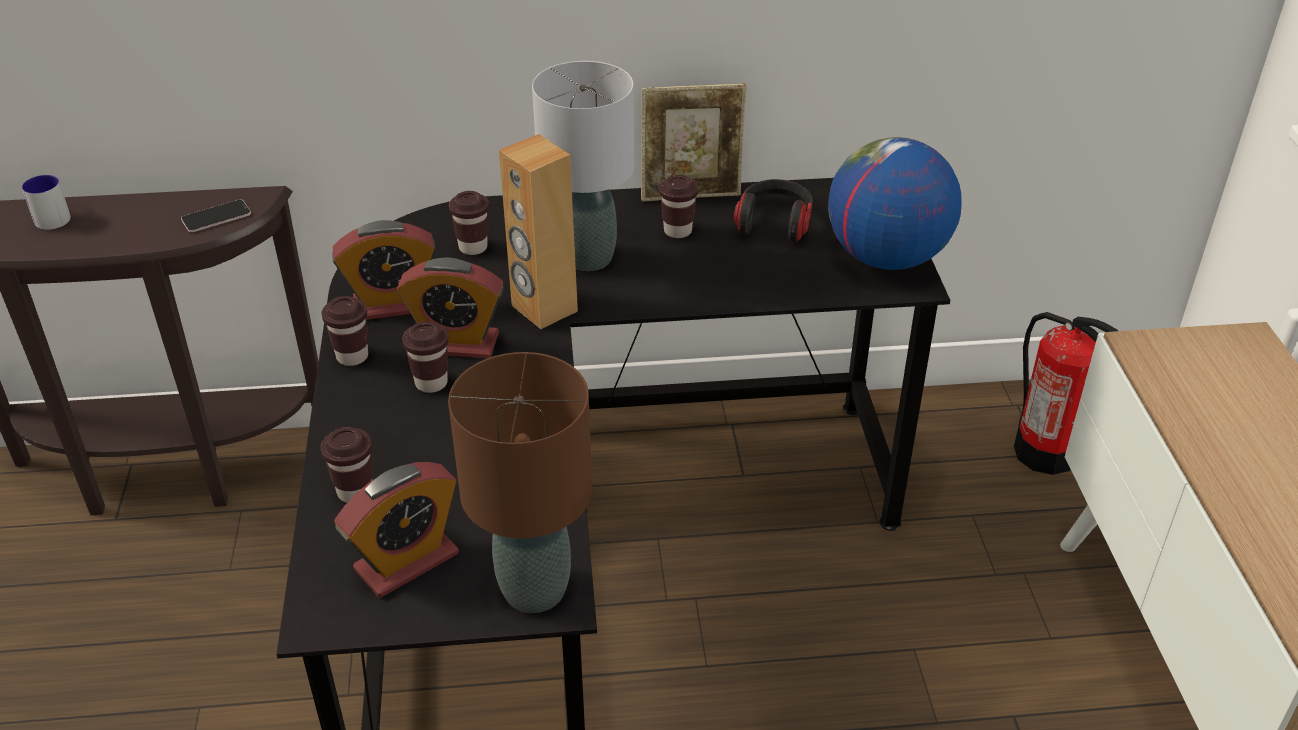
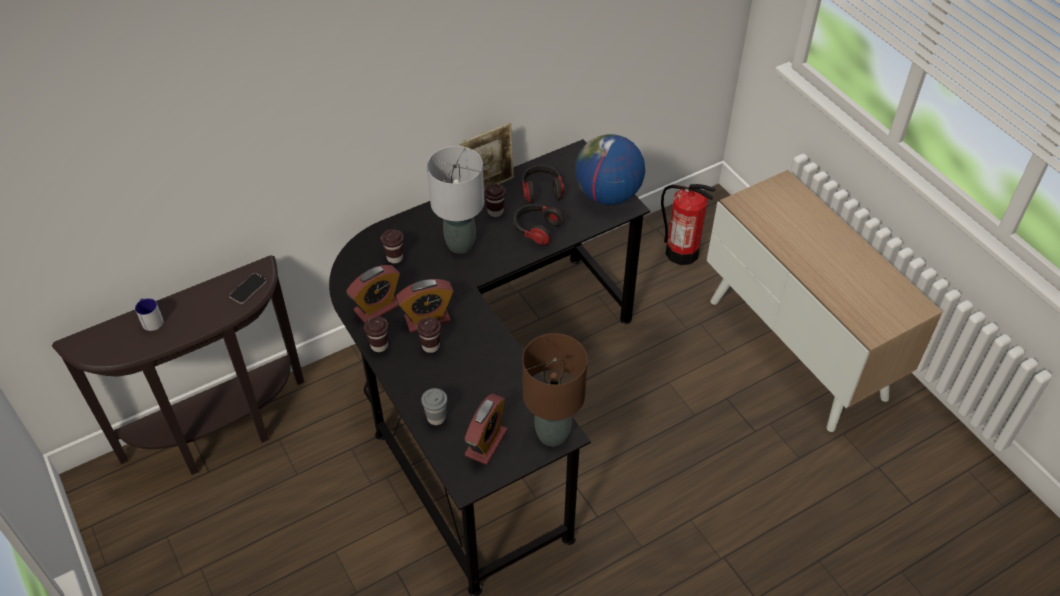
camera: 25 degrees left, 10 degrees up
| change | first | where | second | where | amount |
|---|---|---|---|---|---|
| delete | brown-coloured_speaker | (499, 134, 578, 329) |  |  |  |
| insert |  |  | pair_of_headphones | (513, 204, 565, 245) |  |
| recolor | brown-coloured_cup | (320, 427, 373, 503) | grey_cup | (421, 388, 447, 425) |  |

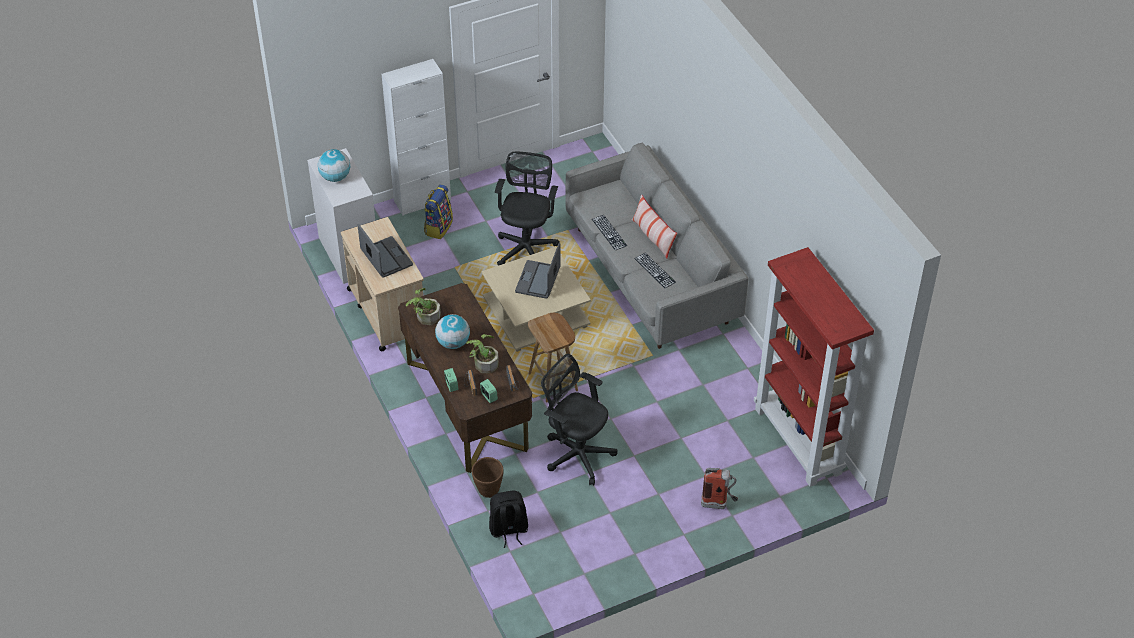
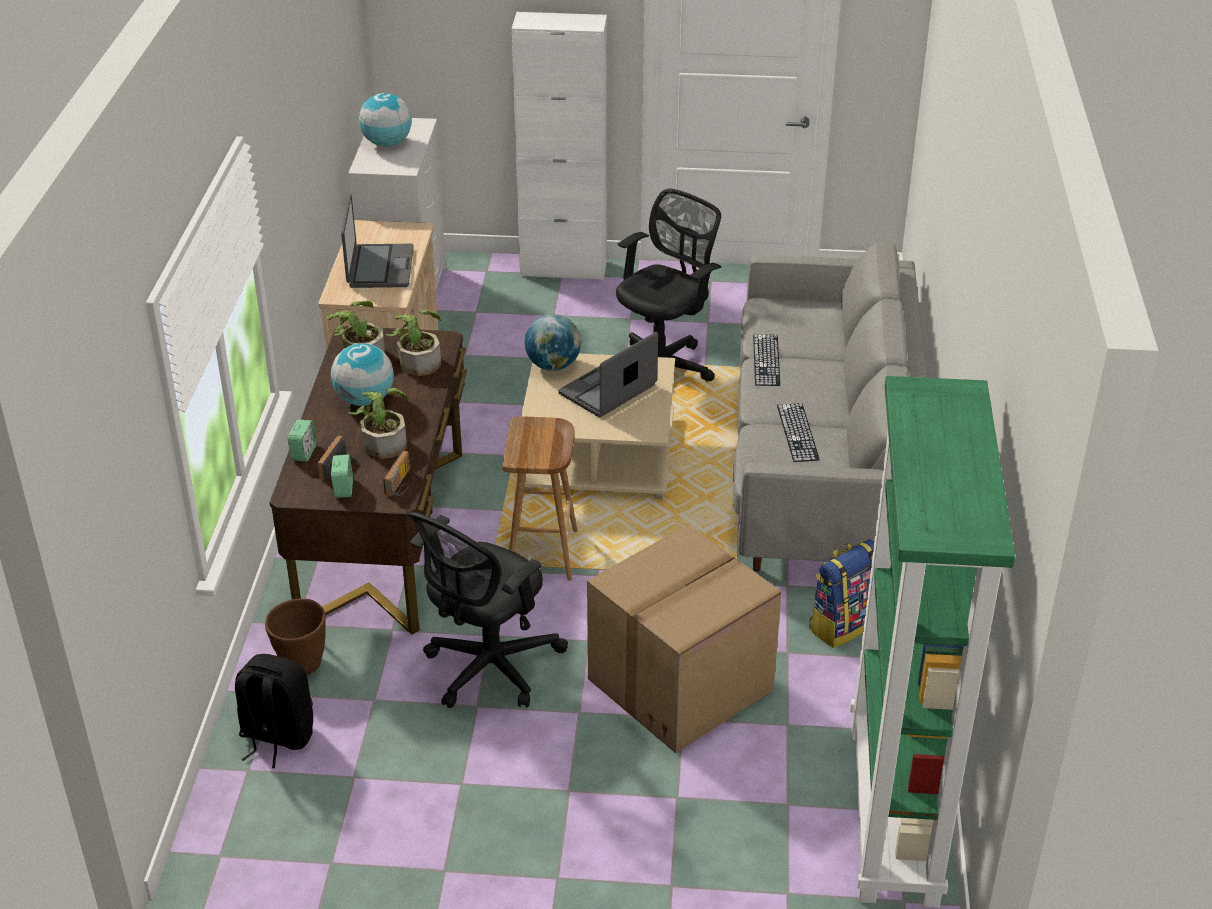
camera: 30 degrees right, 10 degrees down
| change | first | where | second | where | amount |
|---|---|---|---|---|---|
| delete | pillow | (632, 195, 677, 258) |  |  |  |
| delete | extinguisher | (701, 468, 738, 509) |  |  |  |
| insert |  |  | houseplant | (385, 310, 441, 376) |  |
| insert |  |  | globe | (525, 314, 581, 371) |  |
| insert |  |  | cardboard_box | (587, 524, 782, 753) |  |
| move | knapsack | (424, 185, 453, 239) |  | (810, 539, 874, 648) |  |
| recolor | reddish_shelving_unit | (754, 247, 874, 487) | green-coloured_shelving_unit | (850, 376, 1015, 908) |  |
| rotate | blackish_computer_chair | (541, 354, 618, 486) |  | (407, 512, 568, 708) | 120 degrees counterclockwise |

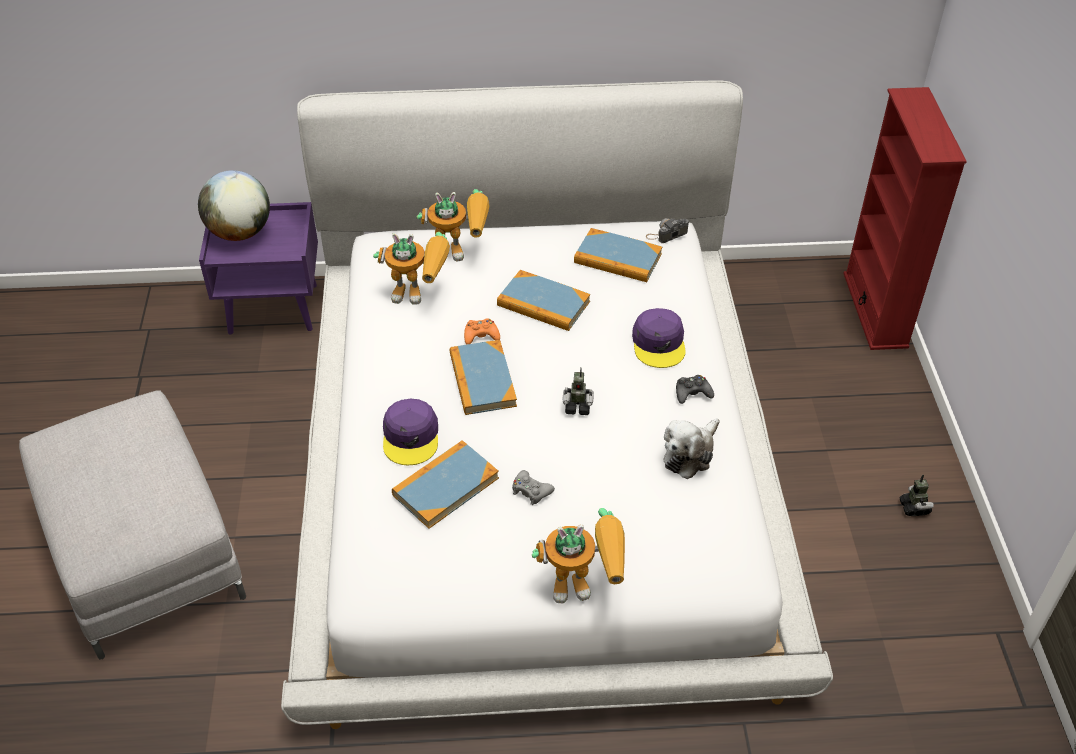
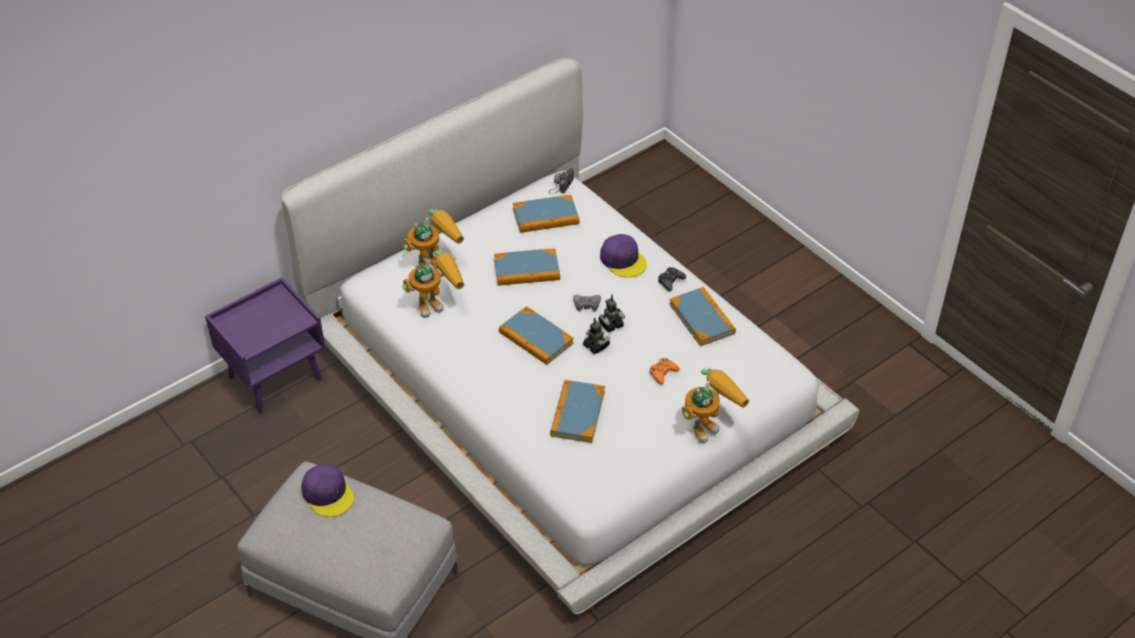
camera: 35 degrees left, 0 degrees up
| change | first | where | second | where | amount |
|---|---|---|---|---|---|
| delete | globe | (198, 170, 270, 241) |  |  |  |
| delete | reddish_shelving_unit | (843, 87, 967, 350) |  |  |  |
| move | purplish_peaked_cap | (383, 399, 438, 465) |  | (301, 464, 354, 517) |  |
| move | orangey_joypad | (464, 319, 500, 345) |  | (650, 358, 680, 385) |  |
| move | grey_joypad | (512, 470, 555, 505) |  | (573, 295, 601, 312) |  |
| move | robot_figure | (899, 475, 934, 516) |  | (583, 318, 611, 354) |  |
| replace | cuddly_toy | (664, 418, 720, 479) | bound_book | (669, 287, 736, 346) |  |

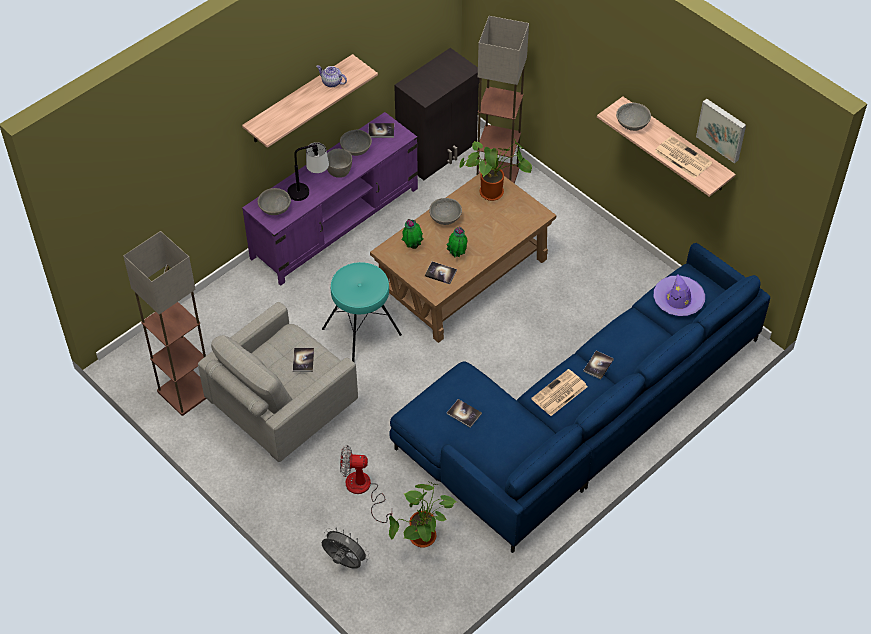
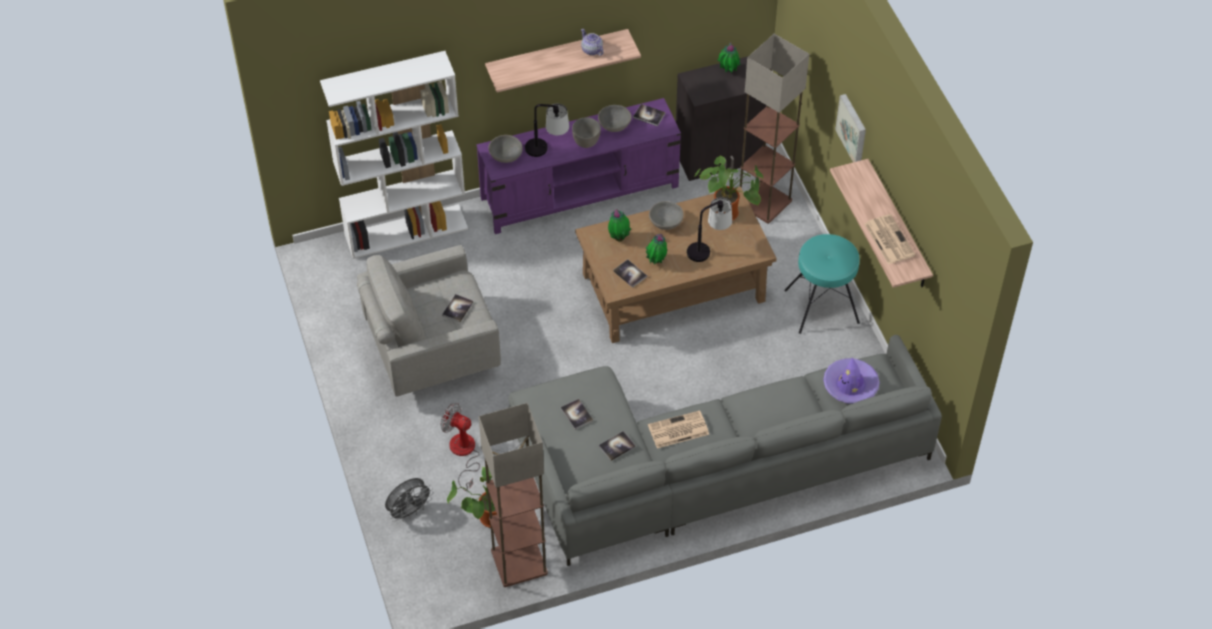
camera: 25 degrees right, 0 degrees up
| change | first | where | second | where | amount |
|---|---|---|---|---|---|
| delete | grey_serving_bowl | (616, 103, 651, 131) |  |  |  |
| insert |  |  | white-coloured_shelving_unit | (320, 51, 468, 259) |  |
| insert |  |  | tabletop_lamp | (687, 197, 732, 262) |  |
| insert |  |  | houseplant | (718, 42, 741, 73) |  |
| move | standing_lamp | (123, 231, 206, 416) |  | (479, 403, 548, 587) |  |
| move | turquoise-coloured_sitting_stool | (322, 262, 402, 363) |  | (784, 234, 860, 334) |  |
| move | bound_book | (583, 351, 614, 379) |  | (599, 431, 635, 461) |  |
| move | picture | (696, 99, 746, 164) |  | (835, 94, 866, 162) |  |
| recolor | bluish_settee | (389, 243, 770, 553) | grey_settee | (508, 335, 942, 566) |  |
| rotate | grey_electric_fan | (321, 527, 370, 569) |  | (385, 478, 433, 522) | 90 degrees clockwise |

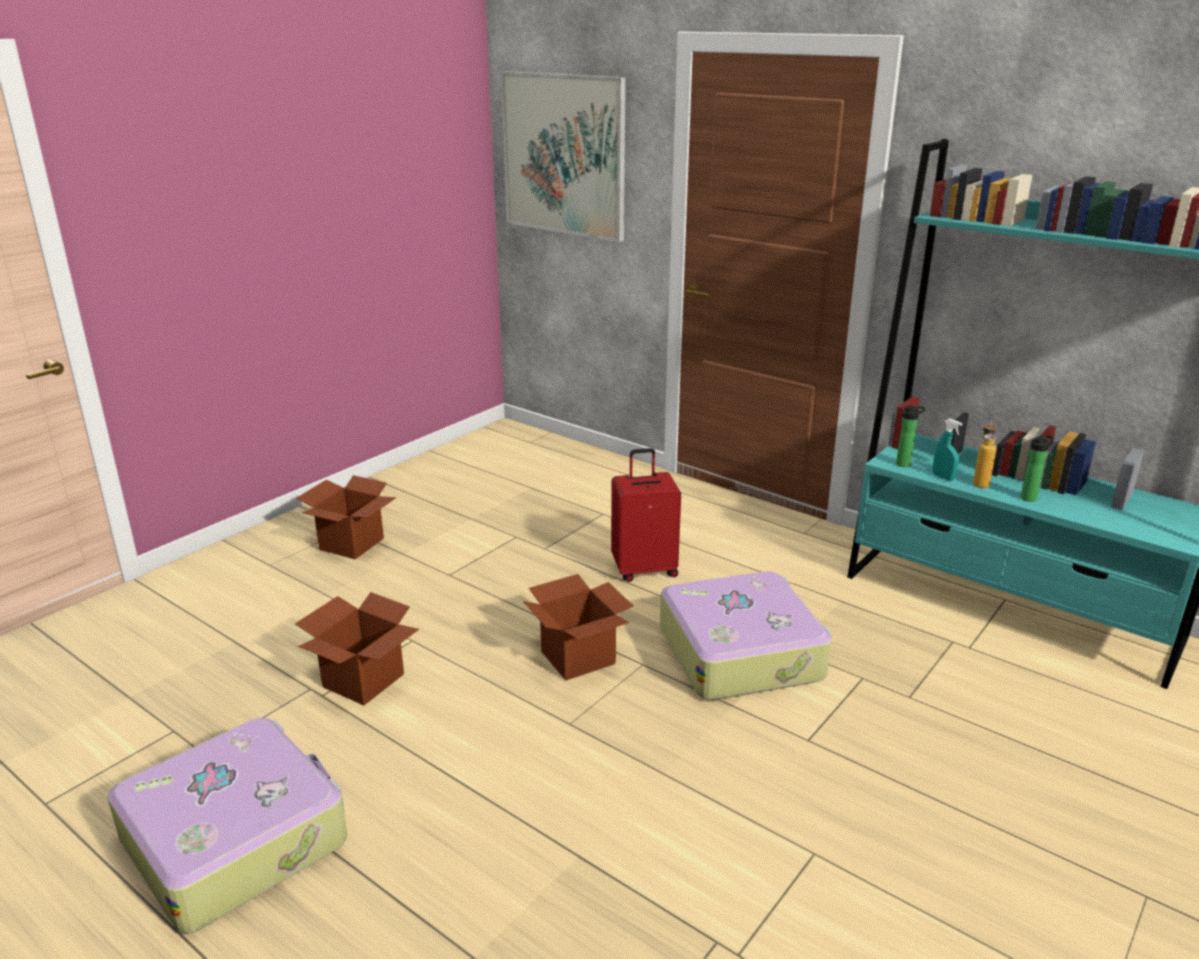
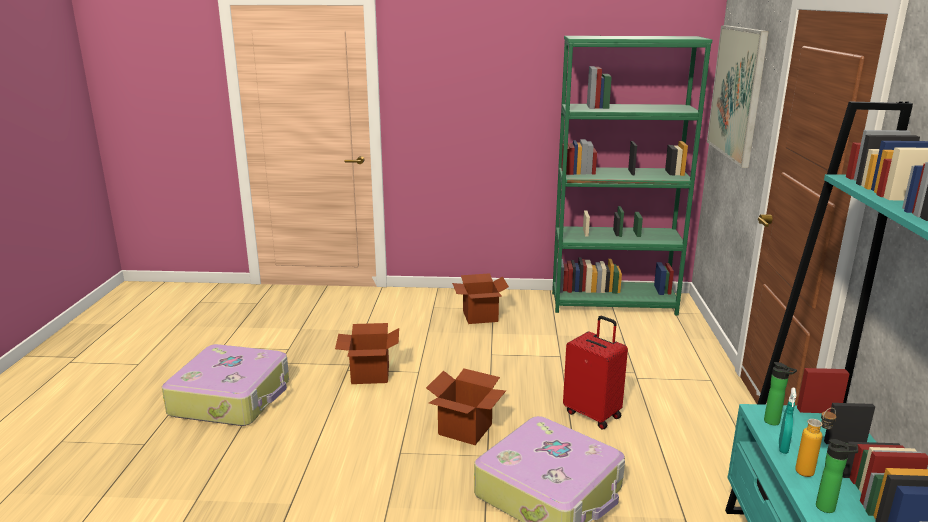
camera: 55 degrees right, 5 degrees down
| change | first | where | second | where | amount |
|---|---|---|---|---|---|
| insert |  |  | green-coloured_shelving_unit | (552, 36, 713, 316) |  |

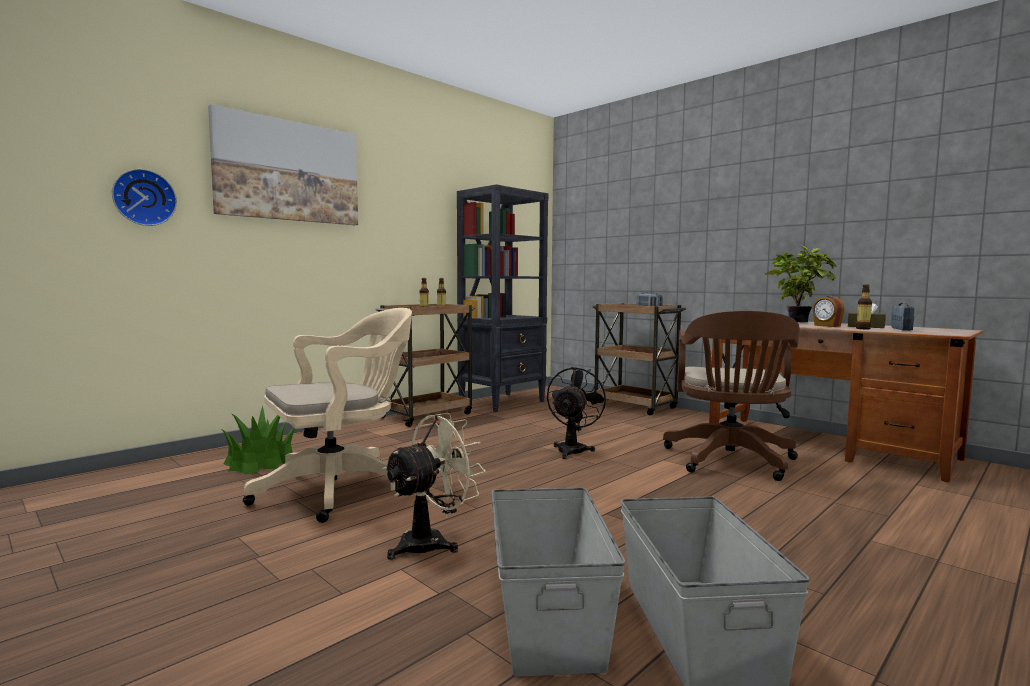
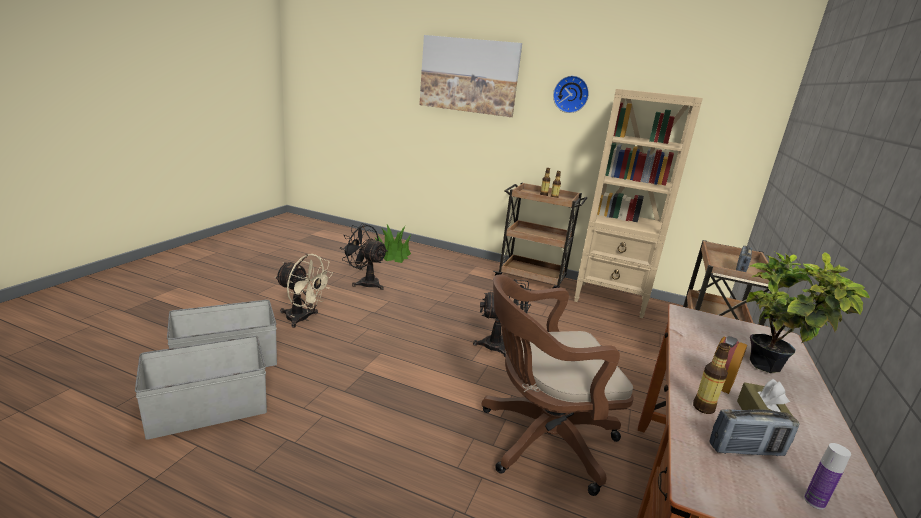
camera: 65 degrees right, 15 degrees up
| change | first | where | second | where | amount |
|---|---|---|---|---|---|
| insert |  |  | beverage_bottle | (804, 443, 851, 510) |  |
| move | hanging_clock | (112, 169, 177, 226) |  | (553, 76, 589, 113) |  |
| replace | beige-coloured_computer_chair | (243, 308, 412, 523) | blackish_electric_fan | (340, 223, 388, 290) |  |
| recolor | blackish_shelving_unit | (457, 184, 549, 413) | beige-coloured_shelving_unit | (574, 89, 703, 318) |  |

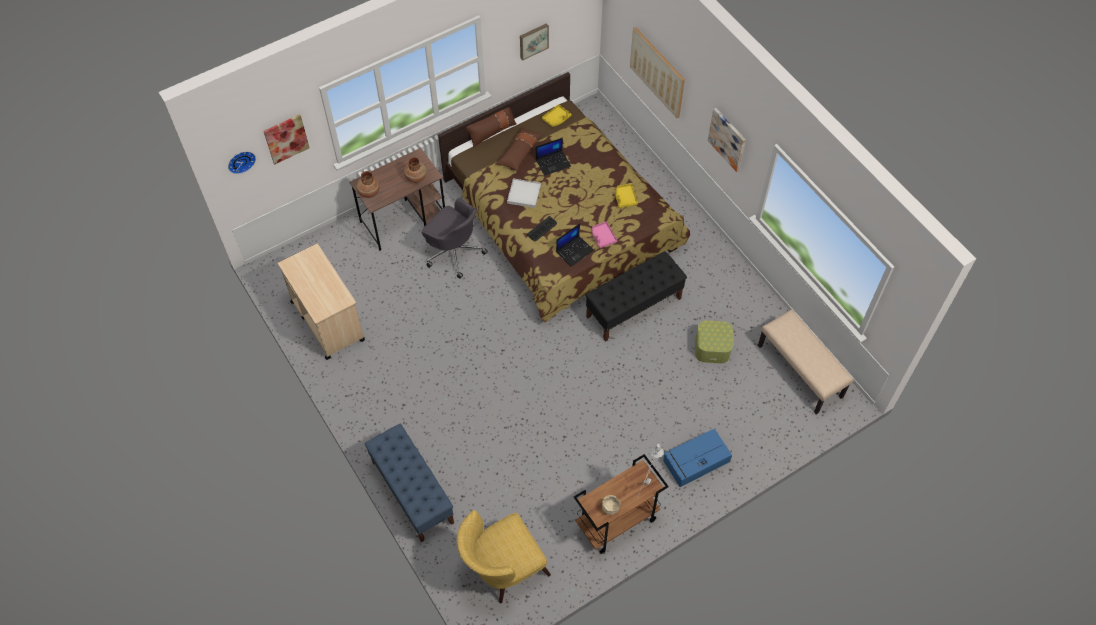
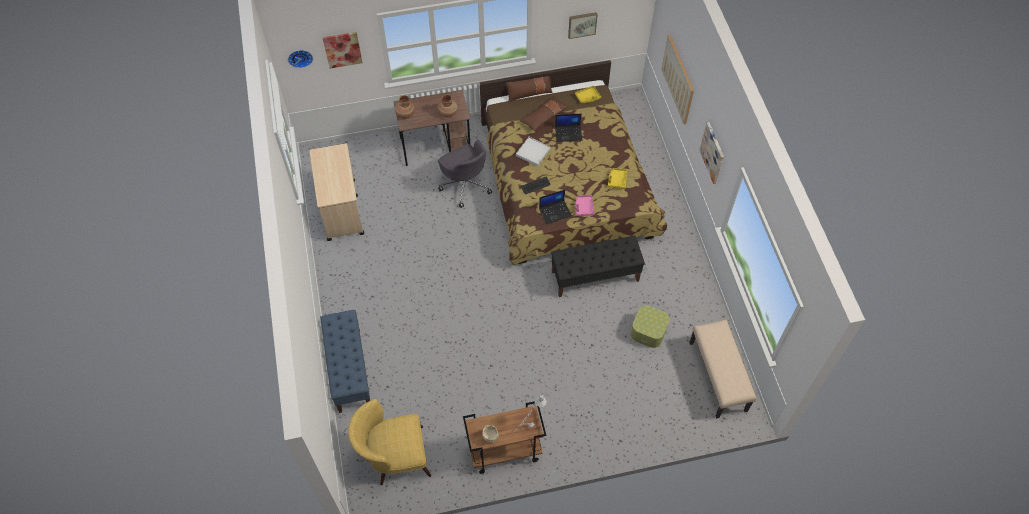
camera: 20 degrees right, 0 degrees up
| change | first | where | second | where | amount |
|---|---|---|---|---|---|
| delete | bluish_storage_container | (663, 429, 732, 487) |  |  |  |

